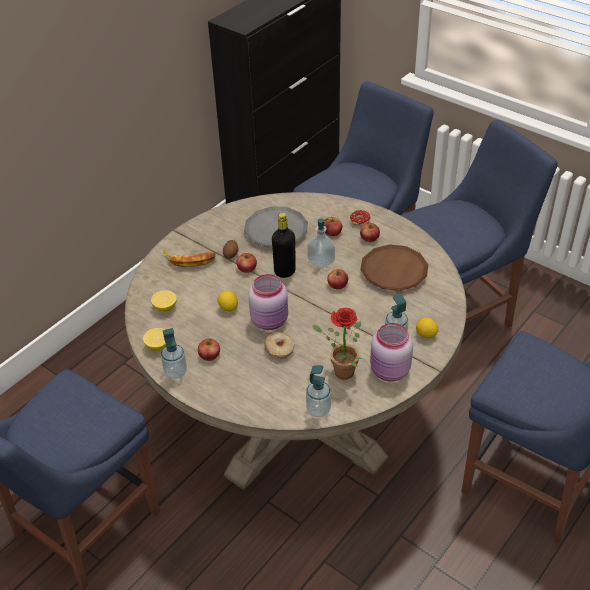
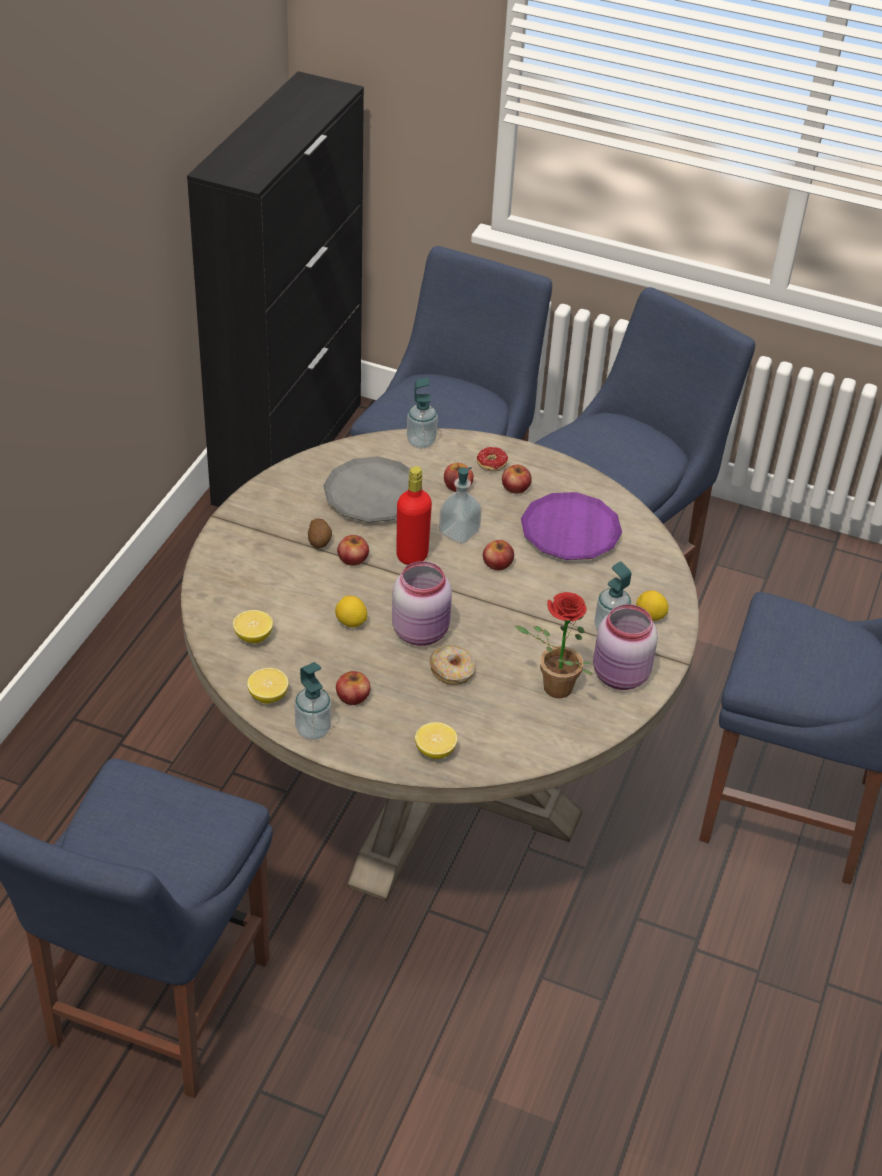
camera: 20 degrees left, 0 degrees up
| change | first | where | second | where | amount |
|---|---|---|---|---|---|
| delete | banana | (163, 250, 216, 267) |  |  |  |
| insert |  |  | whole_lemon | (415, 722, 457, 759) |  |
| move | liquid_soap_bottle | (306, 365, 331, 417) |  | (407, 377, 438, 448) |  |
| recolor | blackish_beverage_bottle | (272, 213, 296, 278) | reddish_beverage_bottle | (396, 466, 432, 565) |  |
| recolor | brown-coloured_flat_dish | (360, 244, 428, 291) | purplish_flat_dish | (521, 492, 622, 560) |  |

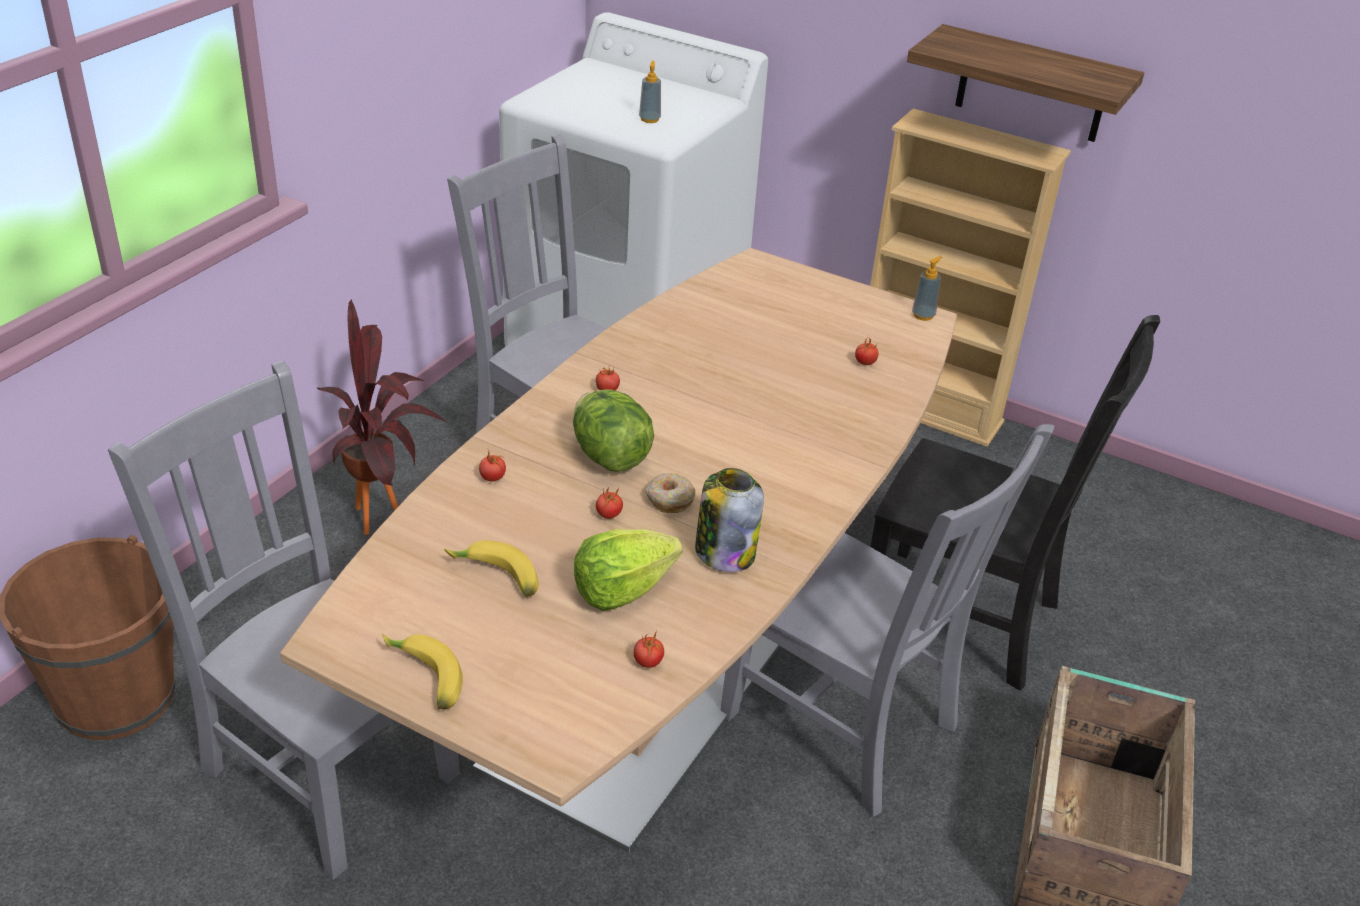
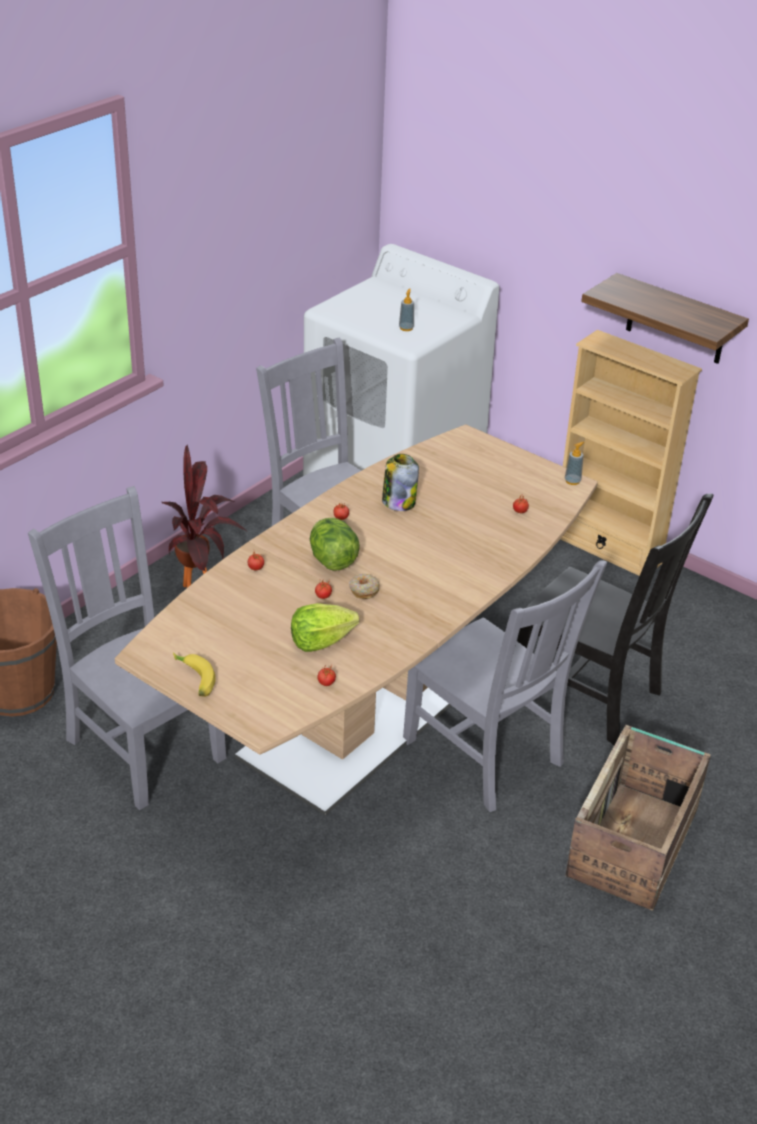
camera: 10 degrees right, 0 degrees up
| change | first | where | second | where | amount |
|---|---|---|---|---|---|
| delete | banana | (444, 540, 539, 597) |  |  |  |
| move | preserve_jar | (695, 468, 764, 572) |  | (382, 454, 419, 511) |  |

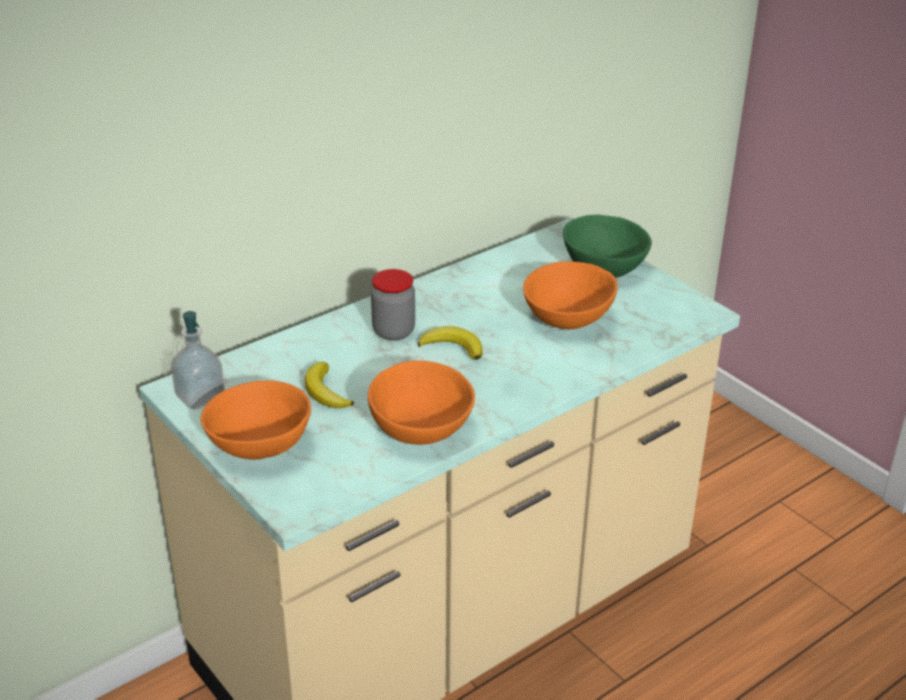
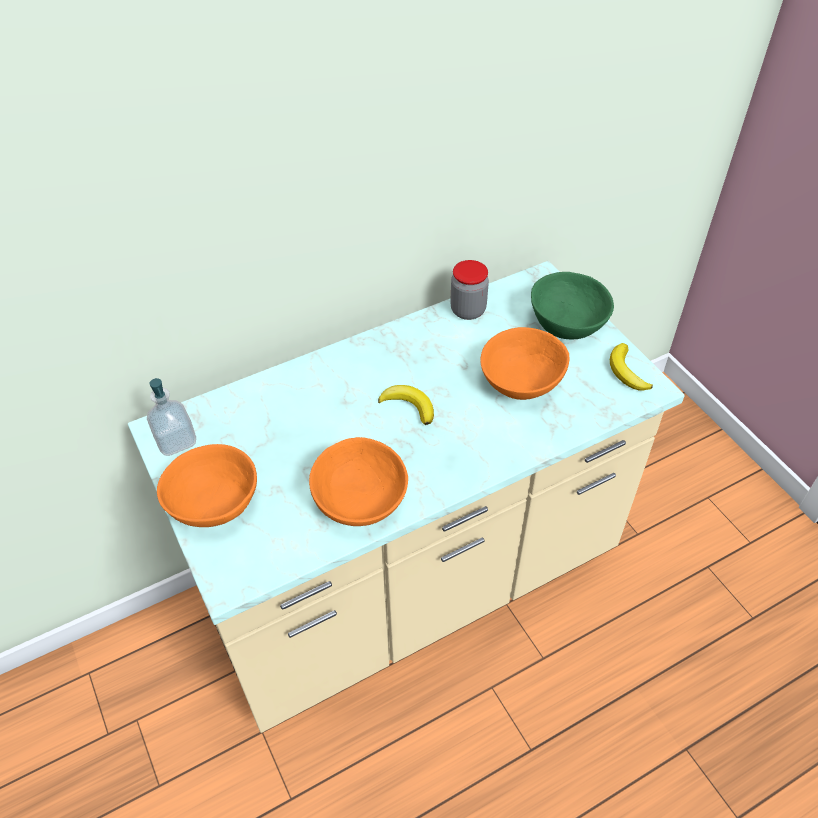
camera: 10 degrees right, 15 degrees up
| change | first | where | second | where | amount |
|---|---|---|---|---|---|
| move | banana | (305, 362, 354, 409) |  | (610, 343, 653, 390) |  |
| move | preserve_jar | (371, 269, 415, 341) |  | (450, 260, 489, 320) |  |

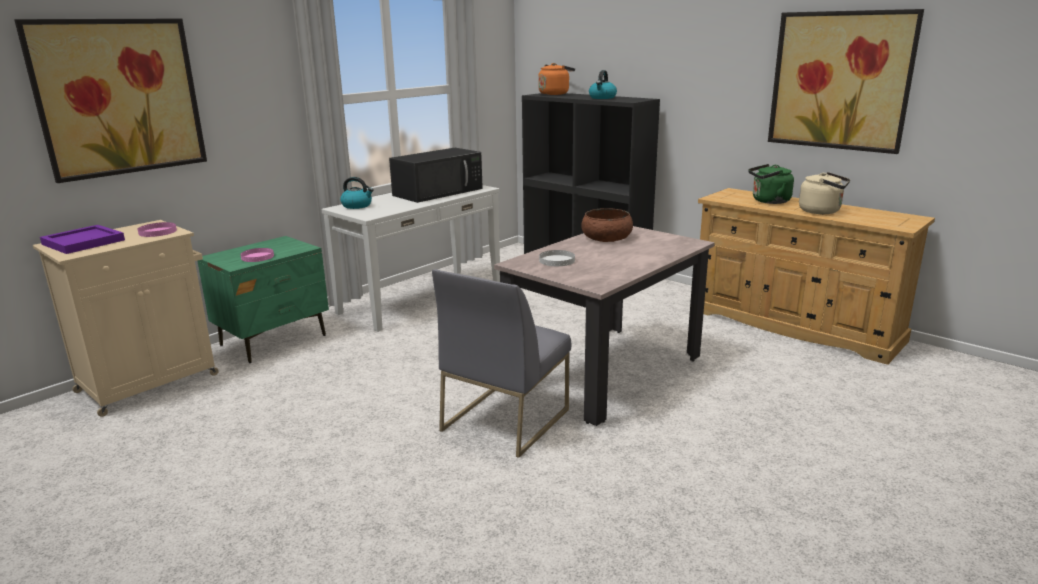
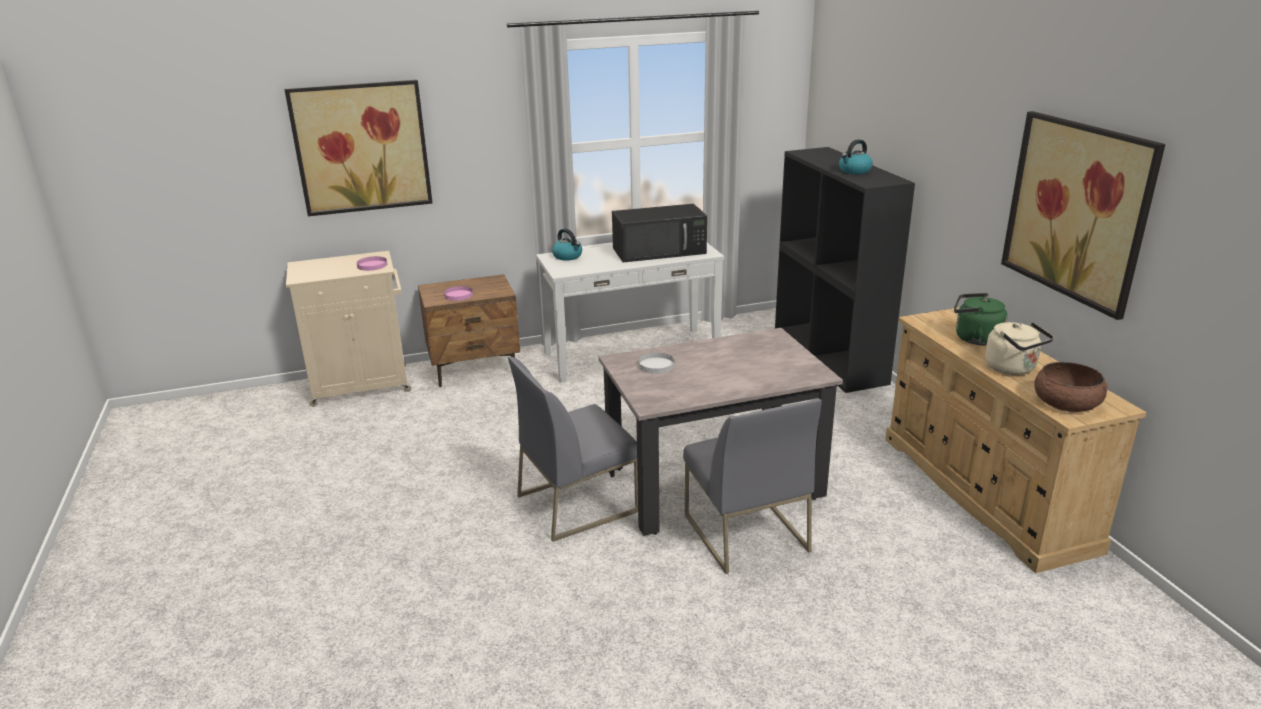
camera: 30 degrees right, 5 degrees up
| change | first | where | second | where | amount |
|---|---|---|---|---|---|
| delete | purplish_carrying_tray | (40, 225, 125, 254) |  |  |  |
| delete | orangey_kettle | (538, 63, 575, 95) |  |  |  |
| insert |  |  | grey_plain_chair | (683, 399, 822, 574) |  |
| move | brown-coloured_serving_bowl | (581, 208, 633, 242) |  | (1034, 362, 1107, 412) |  |
| recolor | green-coloured_night_table | (198, 236, 329, 363) | brown-coloured_night_table | (418, 274, 520, 387) |  |

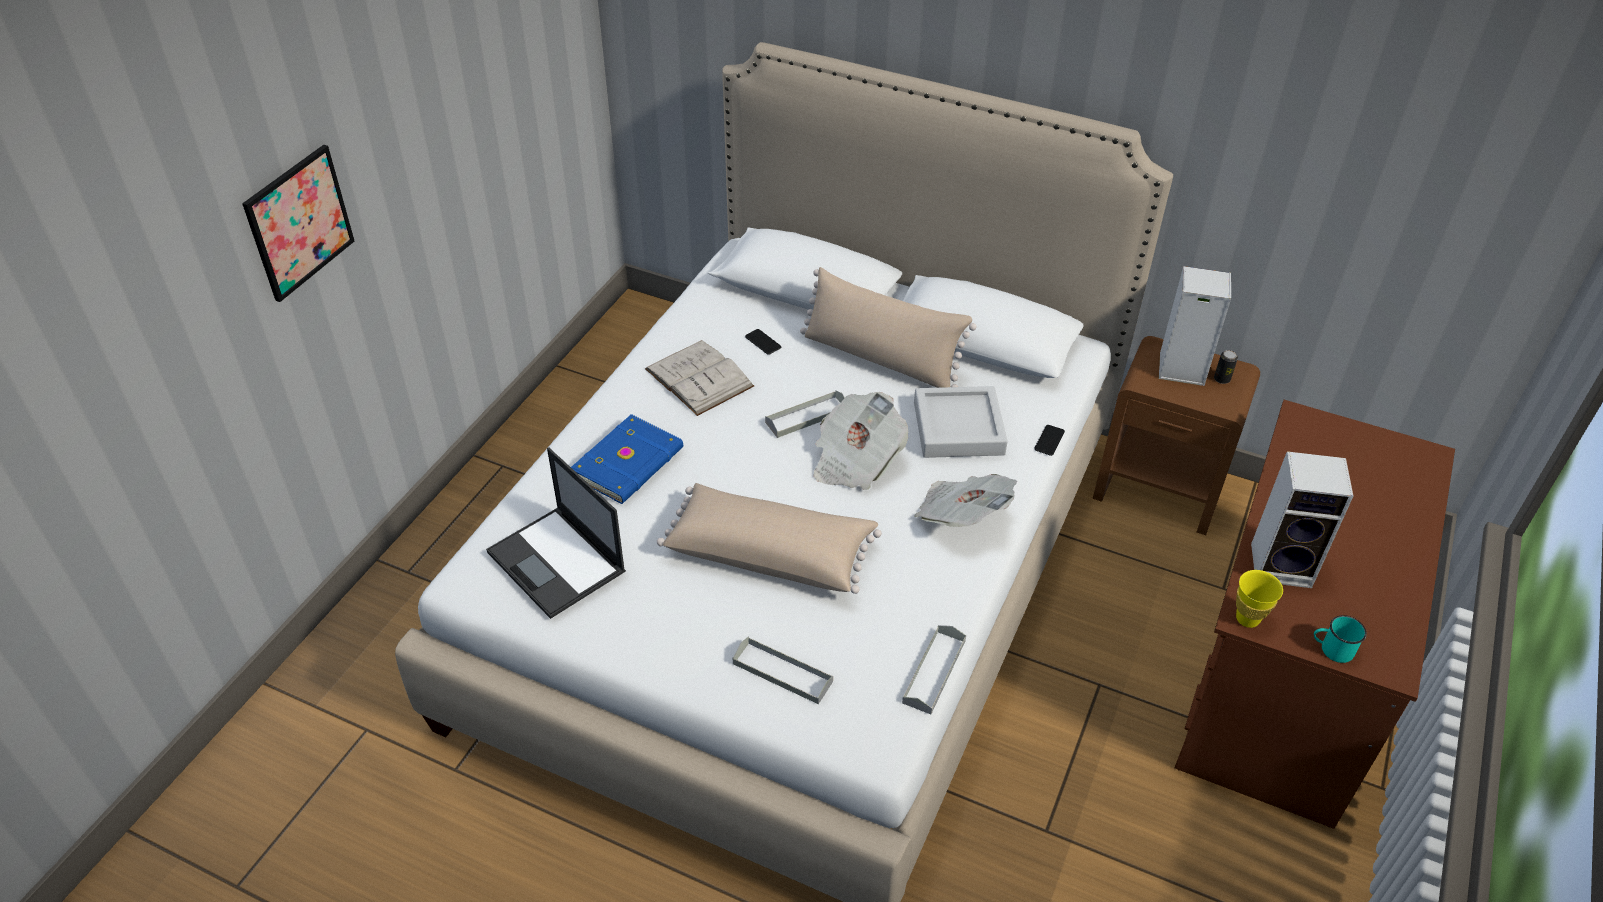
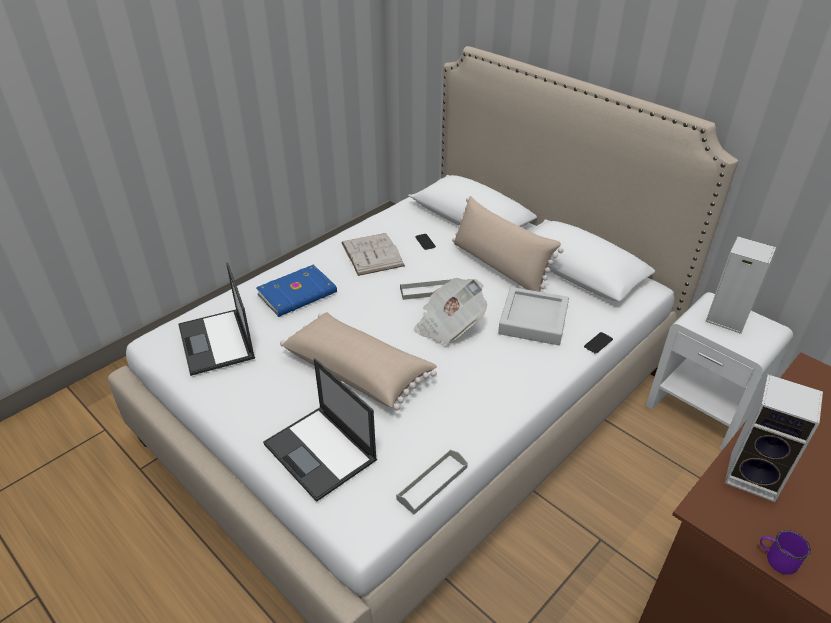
camera: 20 degrees right, 5 degrees down
| change | first | where | second | where | amount |
|---|---|---|---|---|---|
| delete | picture | (242, 145, 354, 302) |  |  |  |
| delete | printed_paper | (914, 474, 1017, 527) |  |  |  |
| delete | can | (1214, 350, 1238, 384) |  |  |  |
| delete | yellow_cup | (1236, 570, 1283, 628) |  |  |  |
| replace | grey_carrying_tray | (733, 637, 833, 704) | portable_computer | (263, 358, 377, 502) |  |
| recolor | brown-coloured_night_table | (1093, 336, 1260, 535) | white-coloured_night_table | (646, 292, 793, 450) |  |
| recolor | turquoise-coloured_tea_mug | (1314, 615, 1367, 663) | purplish_tea_mug | (760, 530, 811, 575) |  |

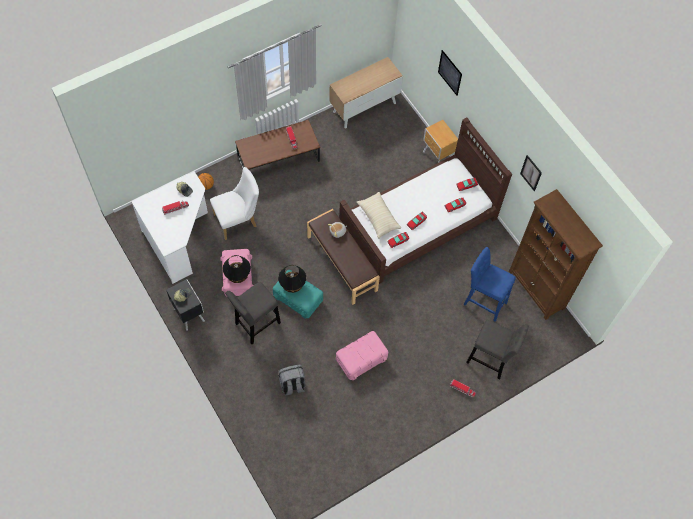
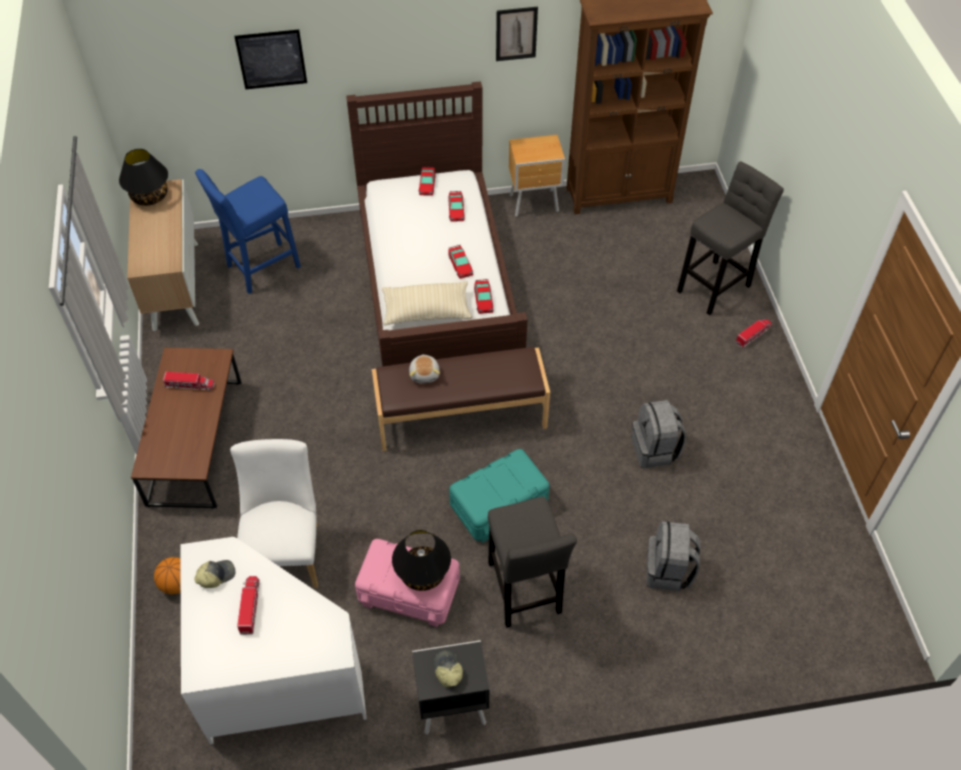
camera: 65 degrees left, 10 degrees down
| change | first | where | second | where | amount |
|---|---|---|---|---|---|
| move | blackish_tabletop_lamp | (278, 265, 306, 293) |  | (119, 149, 168, 206) |  |
| move | brown-coloured_night_table | (423, 120, 458, 163) |  | (509, 135, 565, 217) |  |
| move | bluish_sitting_stool | (463, 247, 516, 322) |  | (195, 169, 301, 294) |  |
| replace | pink_storage_container | (336, 331, 388, 380) | grey_knapsack | (632, 400, 686, 468) |  |

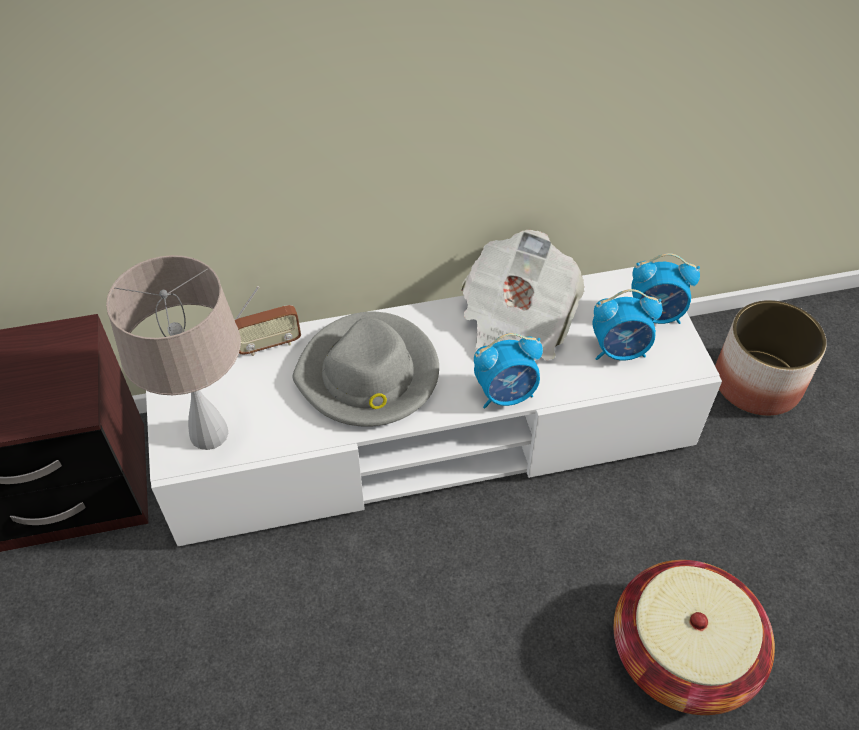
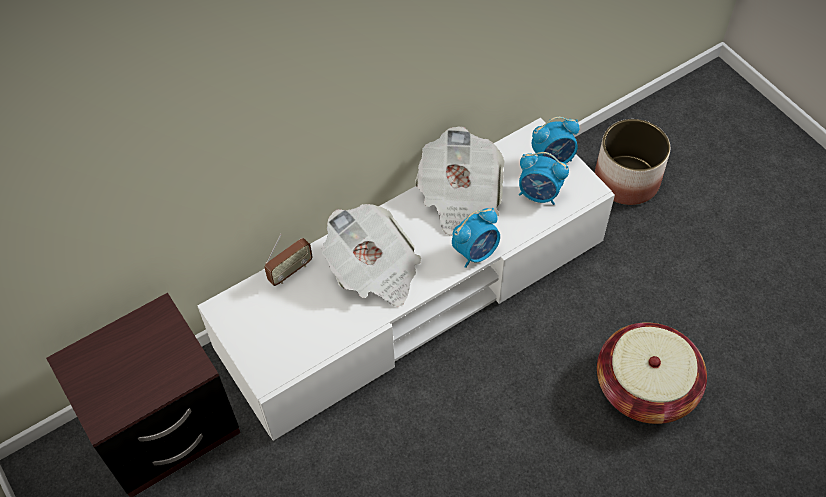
camera: 20 degrees left, 5 degrees up
| change | first | where | second | where | amount |
|---|---|---|---|---|---|
| delete | beige-coloured_tabletop_lamp | (106, 255, 241, 450) |  |  |  |
| replace | grey_hat | (292, 312, 439, 427) | printed_paper | (322, 204, 421, 307) |  |
| rotate | bedside_clock | (593, 289, 662, 361) |  | (519, 152, 569, 205) | 45 degrees clockwise |

